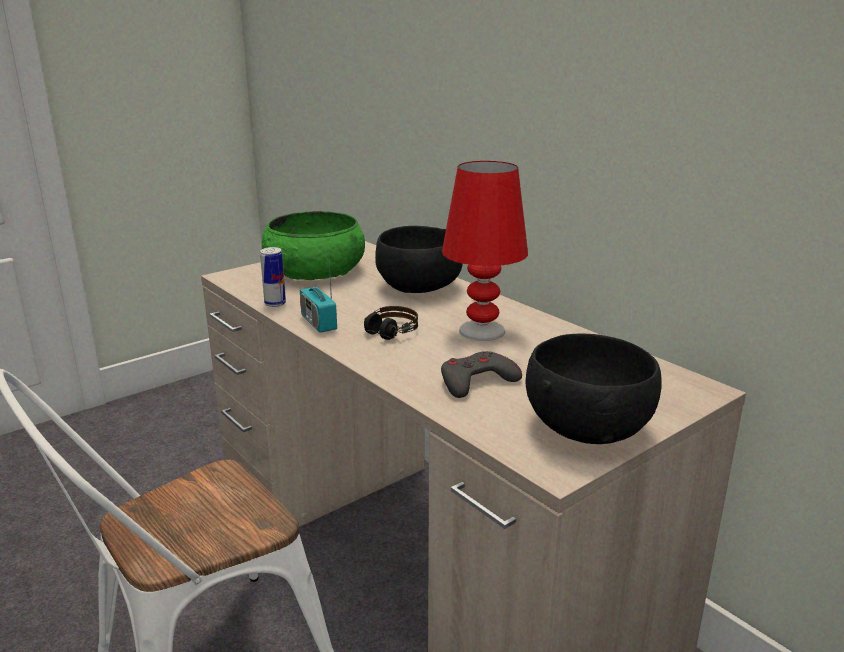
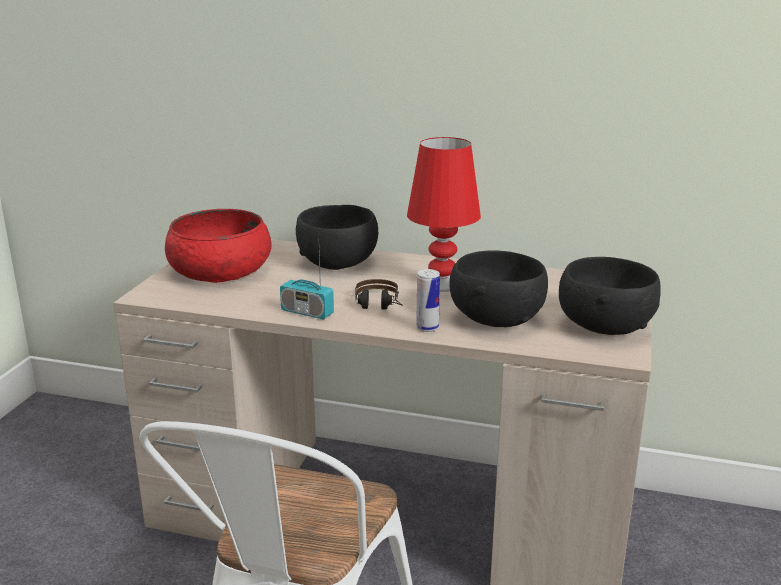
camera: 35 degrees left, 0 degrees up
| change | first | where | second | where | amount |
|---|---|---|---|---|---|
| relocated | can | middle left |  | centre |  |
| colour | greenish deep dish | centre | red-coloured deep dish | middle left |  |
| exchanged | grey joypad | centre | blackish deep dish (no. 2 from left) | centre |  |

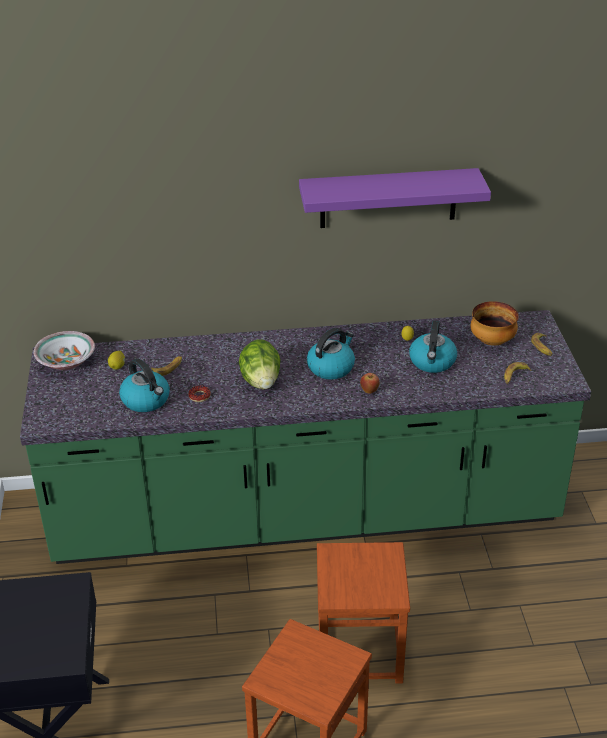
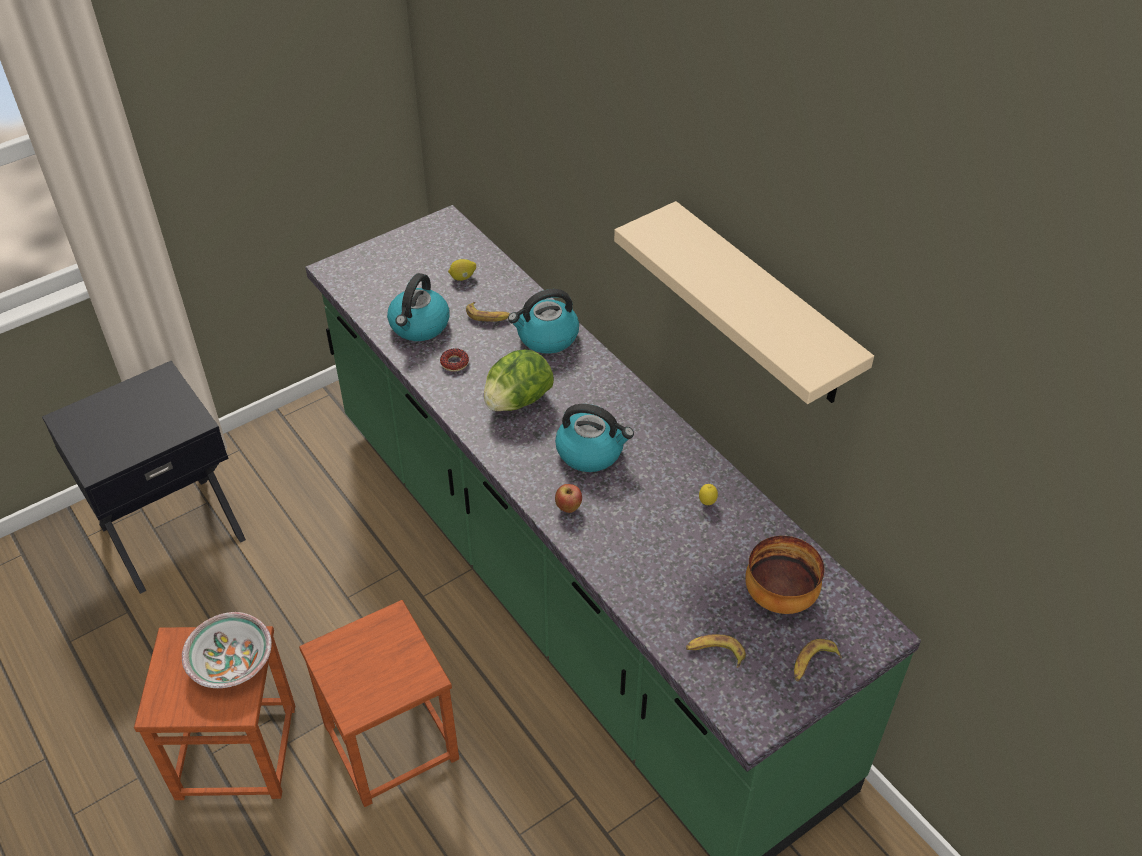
camera: 60 degrees right, 10 degrees up
| change | first | where | second | where | amount |
|---|---|---|---|---|---|
| relocated | deep dish (no. 1 from left) | middle left |  | bottom left |  |
| colour | purplish bracket shelf | top centre | beige bracket shelf | centre |  |
| relocated | kettle (no. 3 from left in the first image) | middle right | kettle (no. 2 from left) | centre |  |

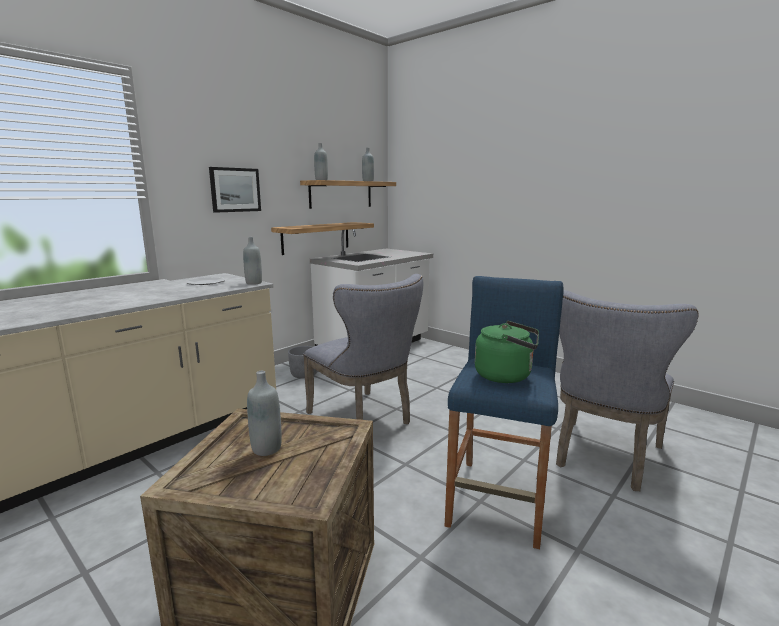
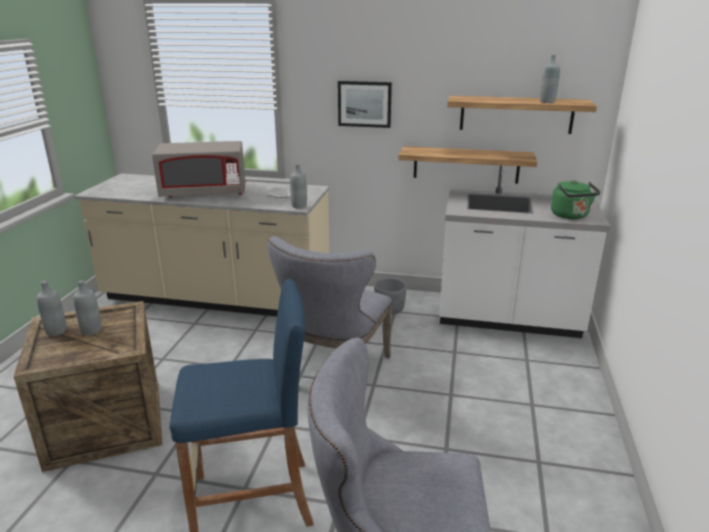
camera: 60 degrees right, 10 degrees up
| change | first | where | second | where | amount |
|---|---|---|---|---|---|
| relocated | grey drink bottle (no. 3 from left in the first image) | top centre | grey drink bottle (no. 1 from left) | middle left |  |
| relocated | greenish kettle | centre |  | middle right |  |
| appeared |  |  | grey kitchen microwave | top left |  |

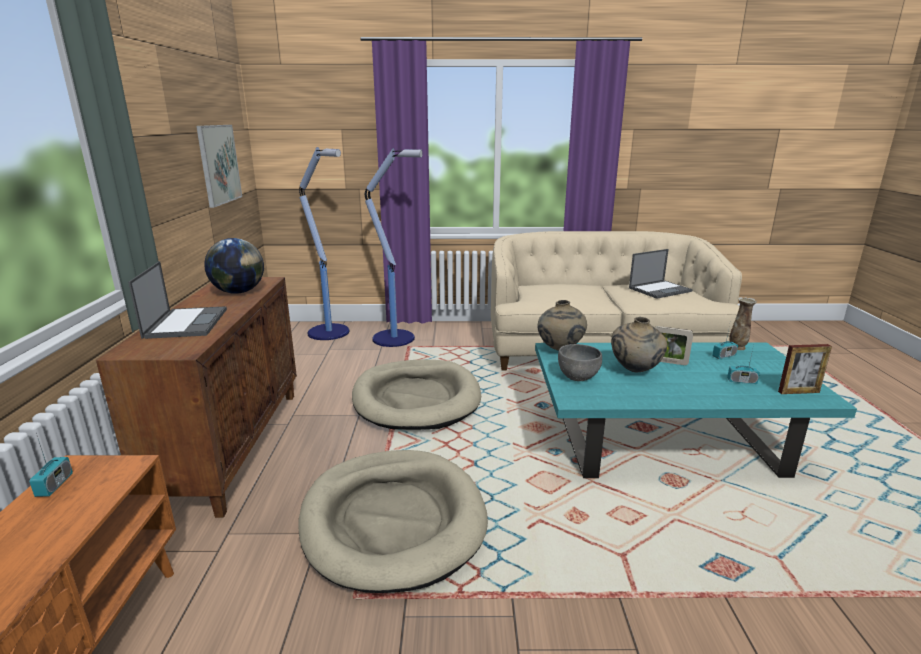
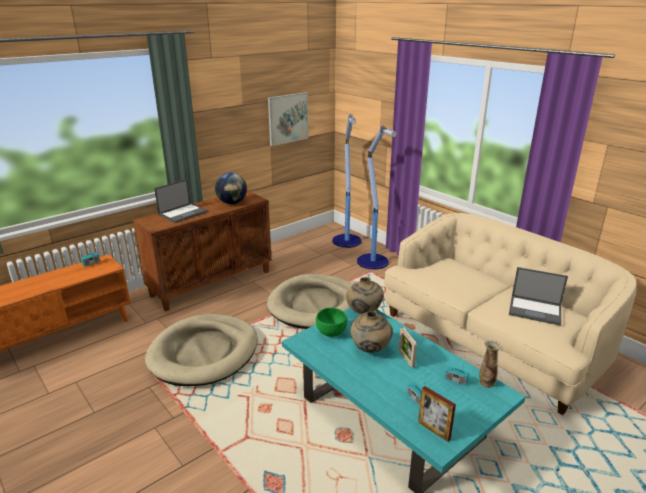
camera: 50 degrees right, 5 degrees up
| change | first | where | second | where | amount |
|---|---|---|---|---|---|
| colour | grey deep dish | centre | greenish deep dish | centre |  |

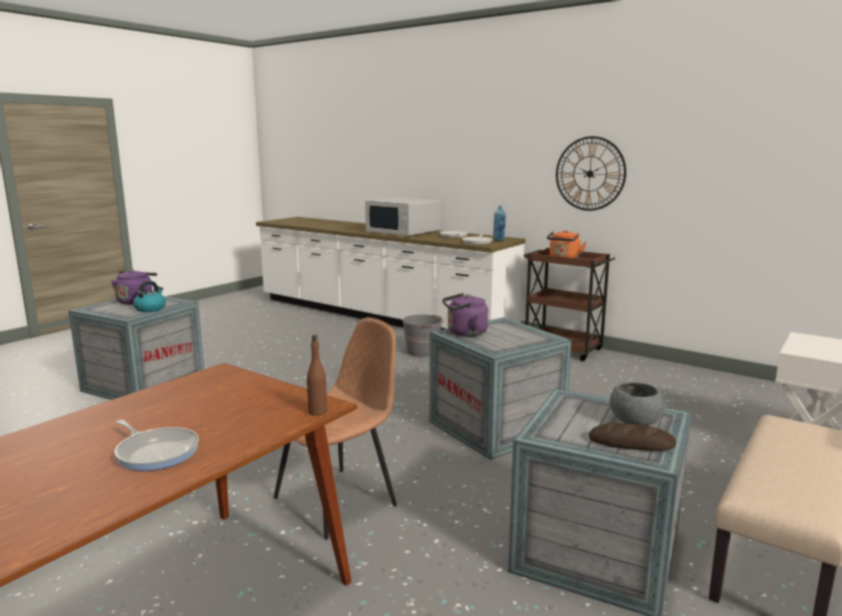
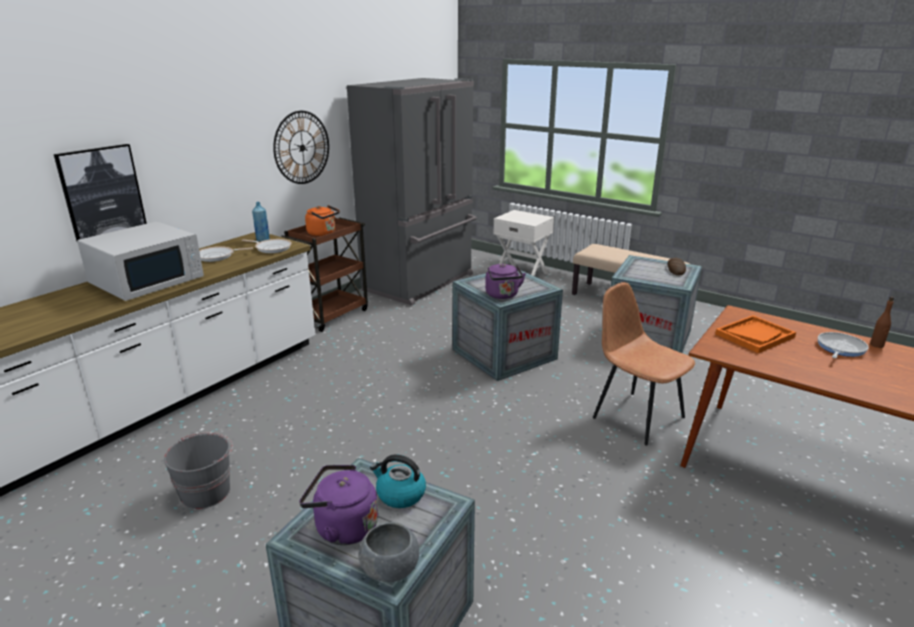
camera: 90 degrees left, 10 degrees up
| change | first | where | second | where | amount |
|---|---|---|---|---|---|
| relocated | brownish drink bottle | centre |  | middle right |  |
| relocated | grey pail | centre |  | bottom left |  |
| relocated | grey deep dish | middle right |  | bottom centre |  |
| appeared |  |  | wall picture | top left |  |
| appeared |  |  | grey fridge | top centre |  |
| appeared |  |  | orange carrying tray | middle right |  |

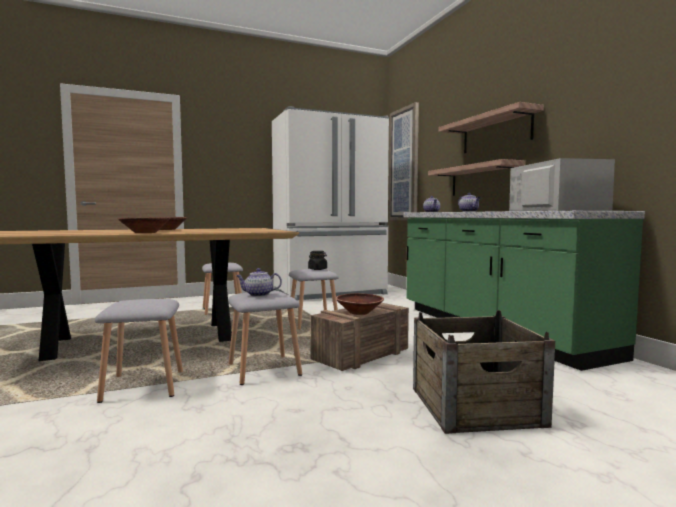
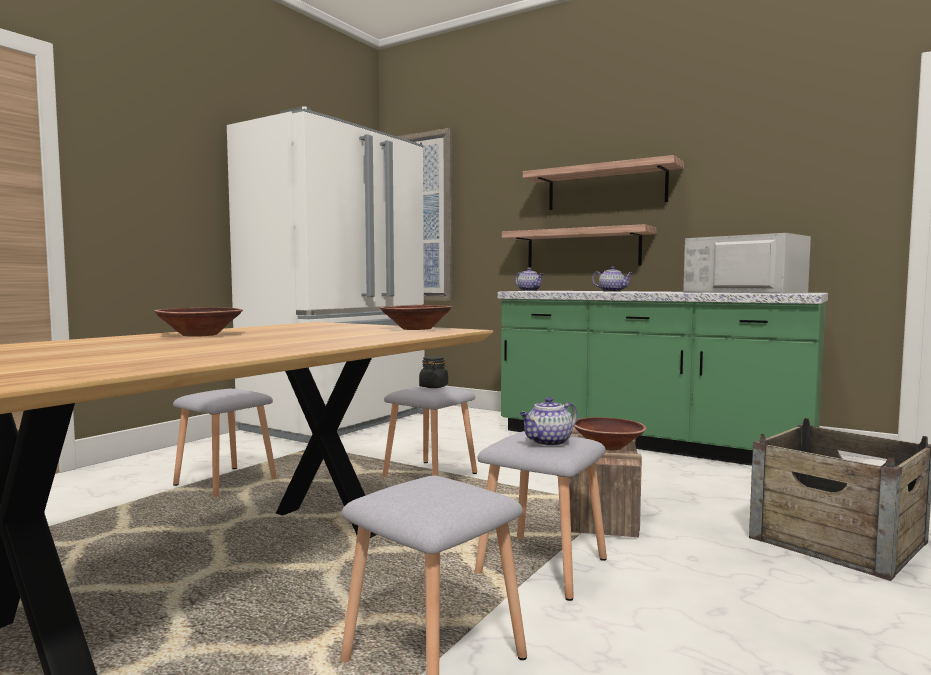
camera: 35 degrees left, 0 degrees up
| change | first | where | second | where | amount |
|---|---|---|---|---|---|
| relocated | brownish deep dish (no. 1 from left in the first image) | middle left | brownish deep dish (no. 2 from left) | centre |  |

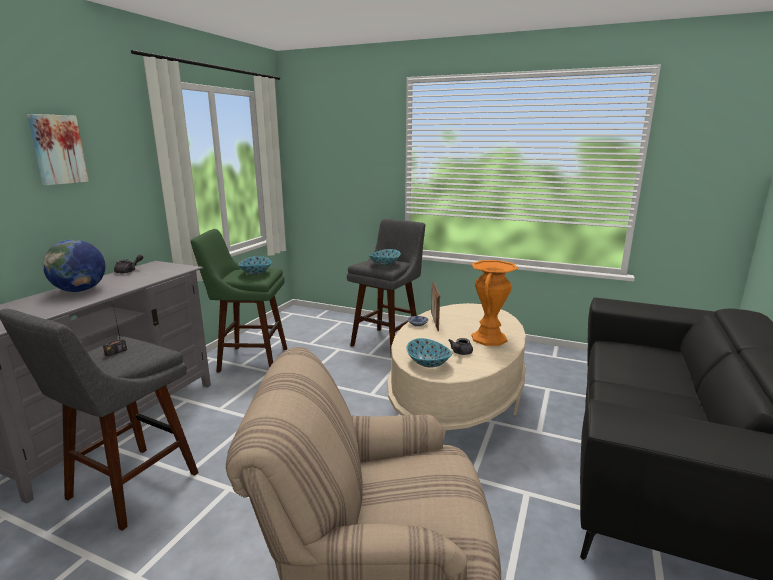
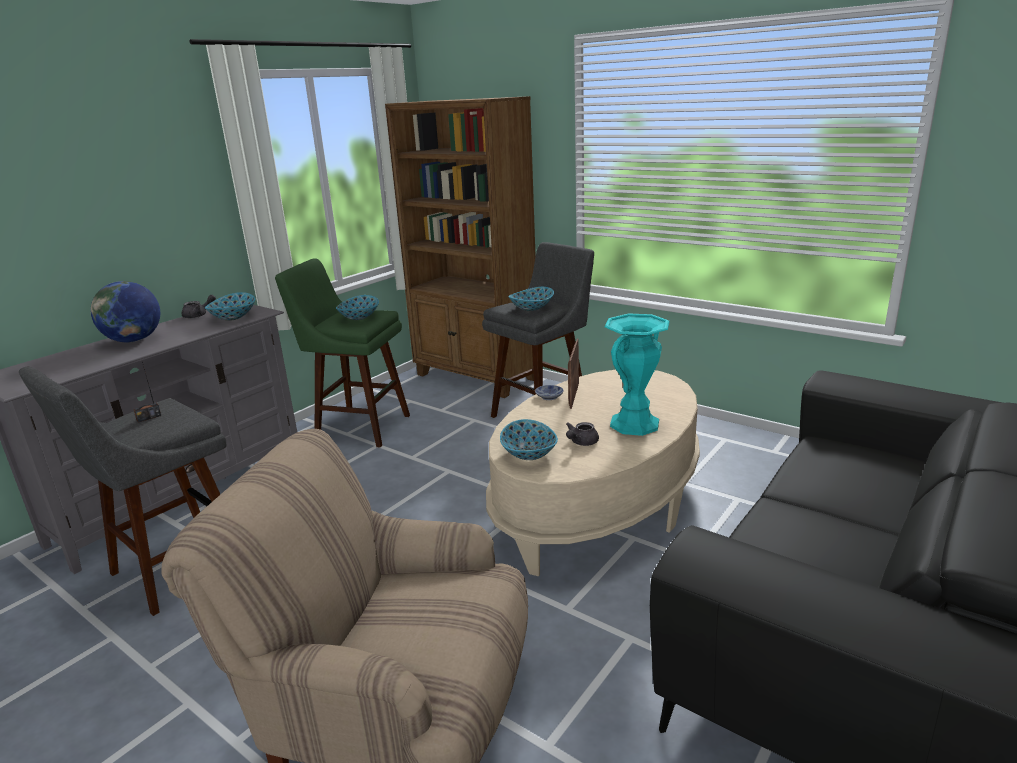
camera: 15 degrees right, 5 degrees up
| change | first | where | second | where | amount |
|---|---|---|---|---|---|
| missing | wall picture | top left |  |  |  |
| colour | orange decorative vase | centre | turquoise decorative vase | centre |  |
| appeared |  |  | deep dish (no. 1 from left) | middle left |  |
| appeared |  |  | brownish shelving unit | top centre |  |

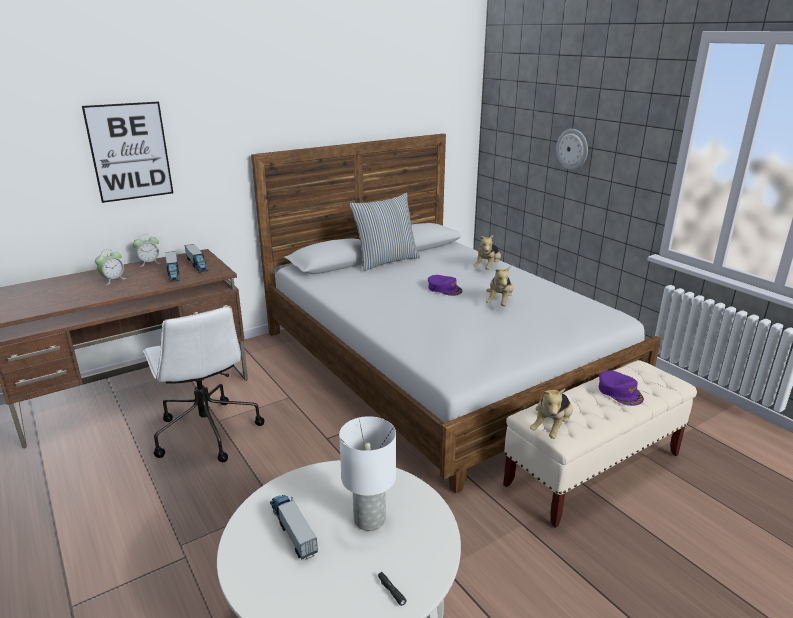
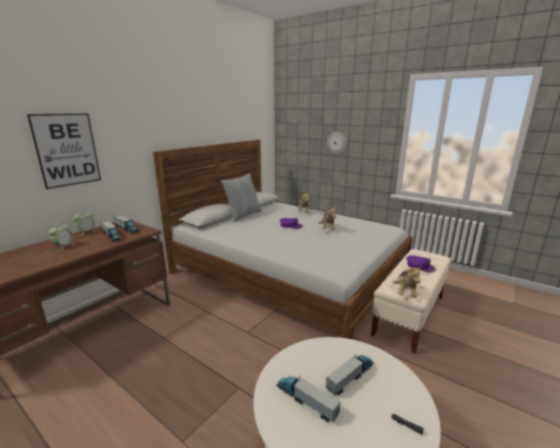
camera: 20 degrees left, 5 degrees down
| change | first | where | second | where | amount |
|---|---|---|---|---|---|
| missing | whitish office chair | middle left |  |  |  |
| exchanged | whitish tabletop lamp | bottom centre | toy lorry (no. 4 from left) | bottom centre |  |

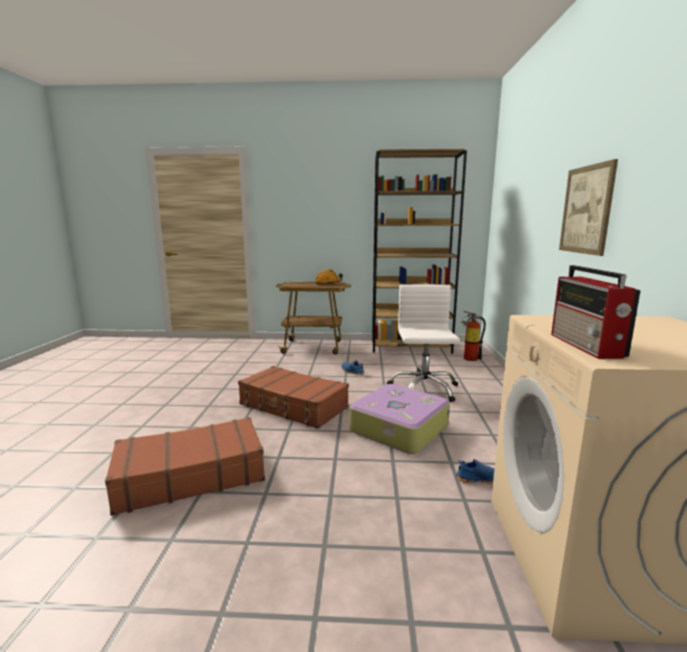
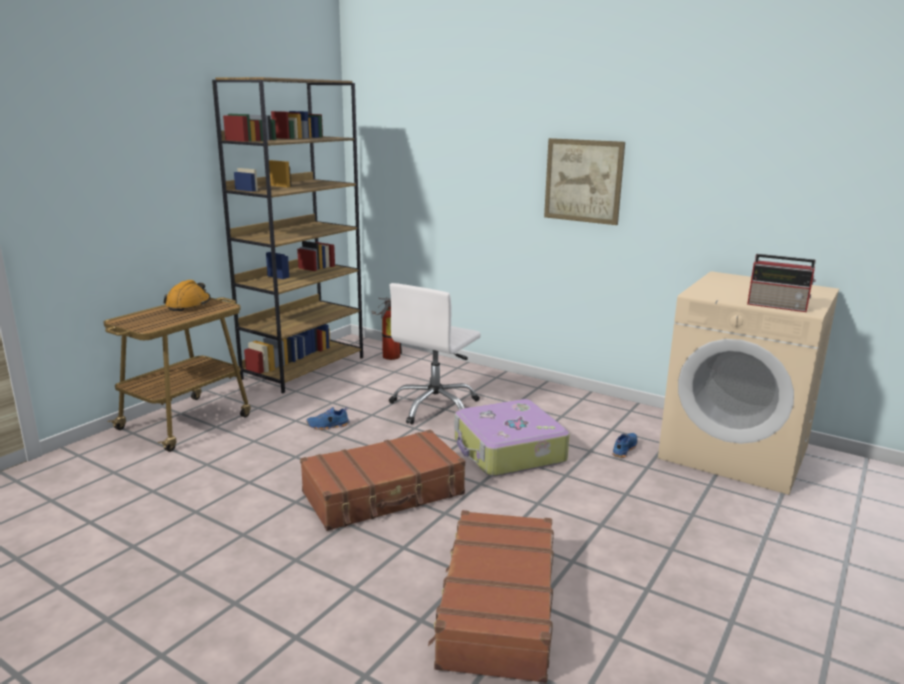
camera: 60 degrees left, 5 degrees up
| change | first | where | second | where | amount |
|---|---|---|---|---|---|
| spun | whitish office chair | centre |  | centre | 90 degrees counterclockwise |

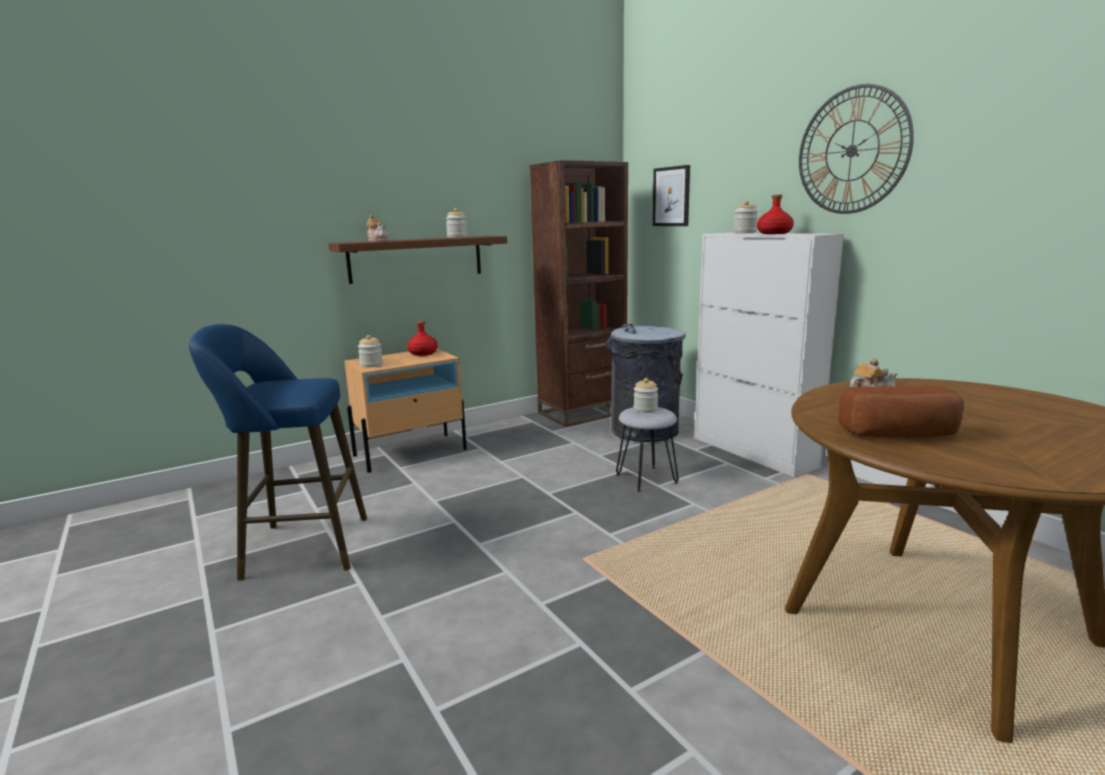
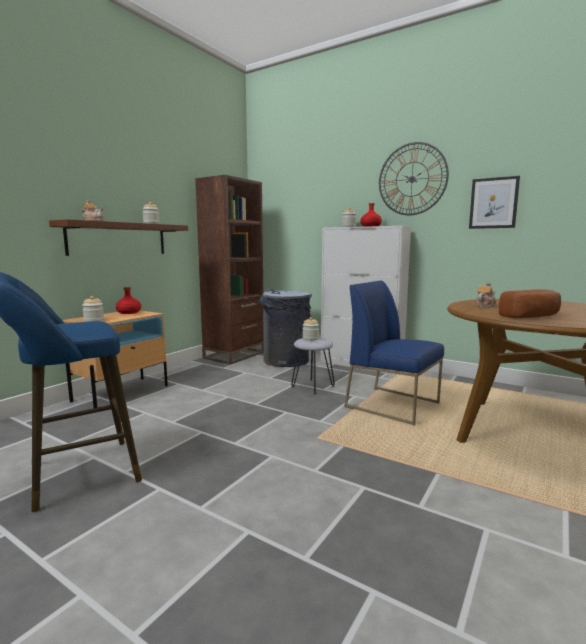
camera: 25 degrees left, 5 degrees down
| change | first | where | second | where | amount |
|---|---|---|---|---|---|
| relocated | wall picture | top centre |  | top right |  |
| appeared |  |  | bluish chair | middle right |  |

